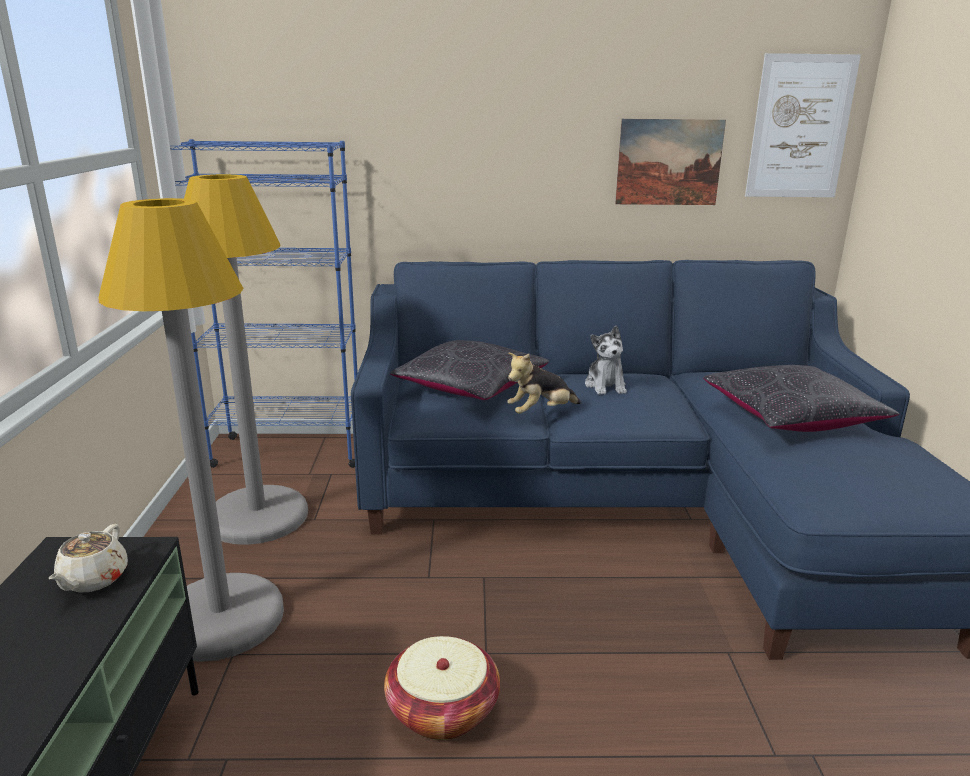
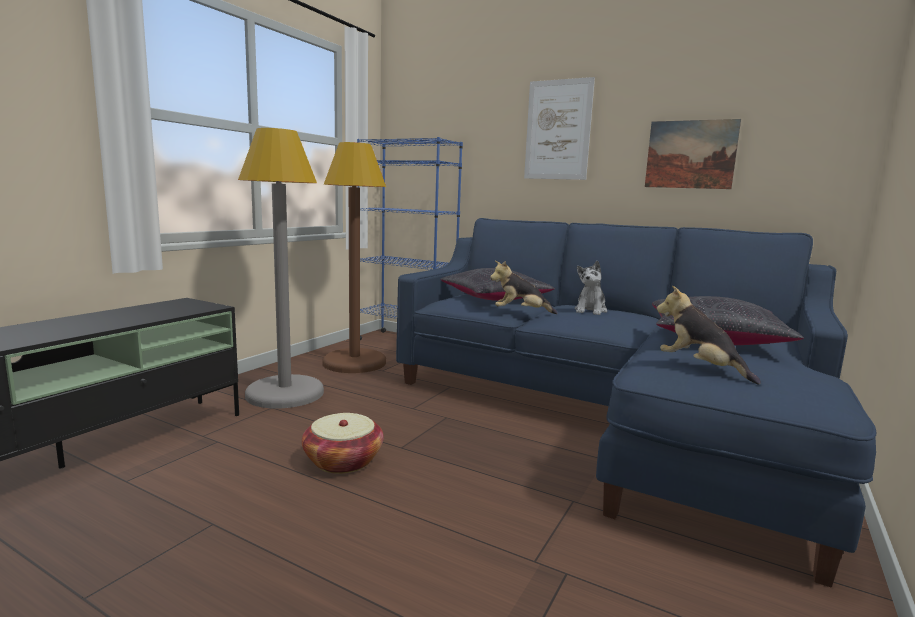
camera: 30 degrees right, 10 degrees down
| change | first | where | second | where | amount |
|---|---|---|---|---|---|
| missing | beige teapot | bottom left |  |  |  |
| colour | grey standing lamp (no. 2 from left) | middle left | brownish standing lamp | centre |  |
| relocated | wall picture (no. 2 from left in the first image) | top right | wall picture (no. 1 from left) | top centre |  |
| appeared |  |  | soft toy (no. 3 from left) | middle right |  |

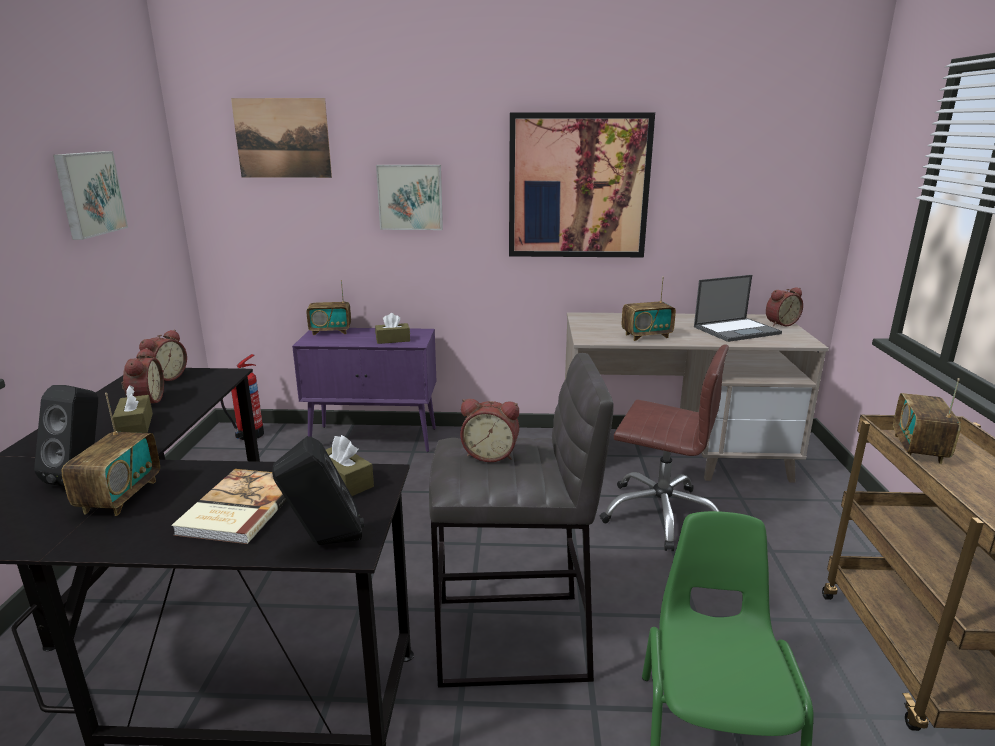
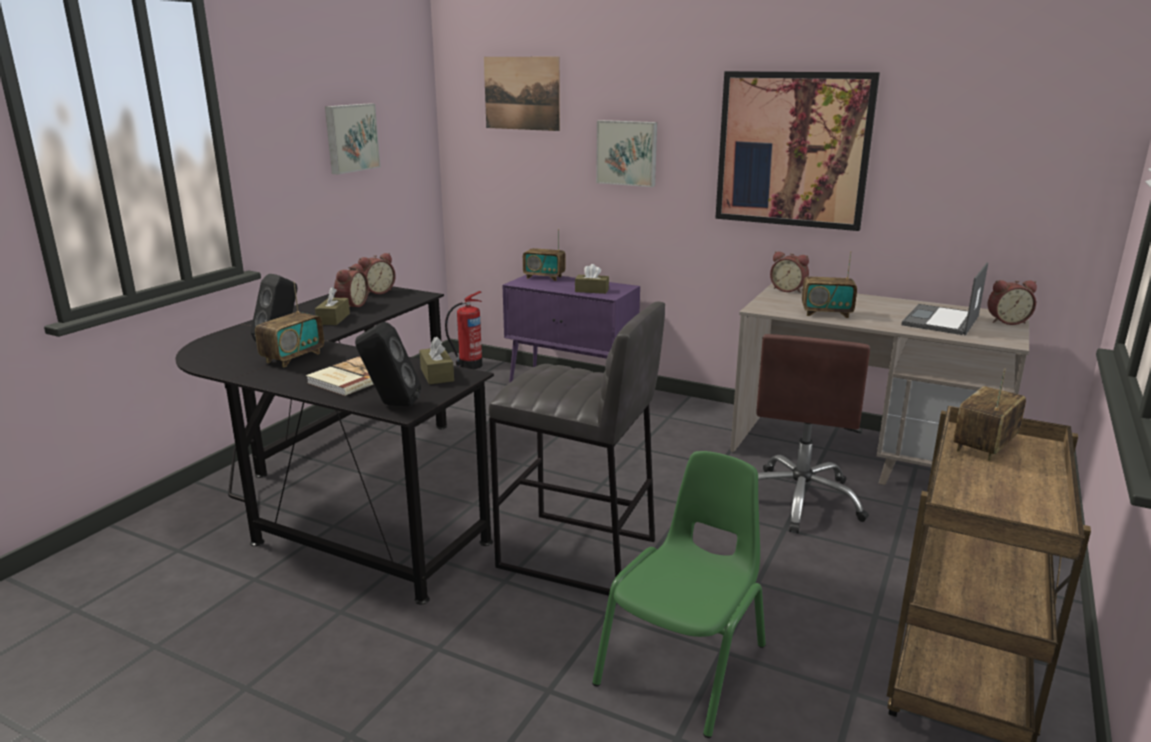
camera: 25 degrees right, 0 degrees up
| change | first | where | second | where | amount |
|---|---|---|---|---|---|
| relocated | table clock (no. 3 from left) | centre |  | middle right |  |
| spun | brownish office chair | middle right |  | middle right | 60 degrees clockwise |
| spun | laptop | middle right |  | middle right | 120 degrees clockwise |

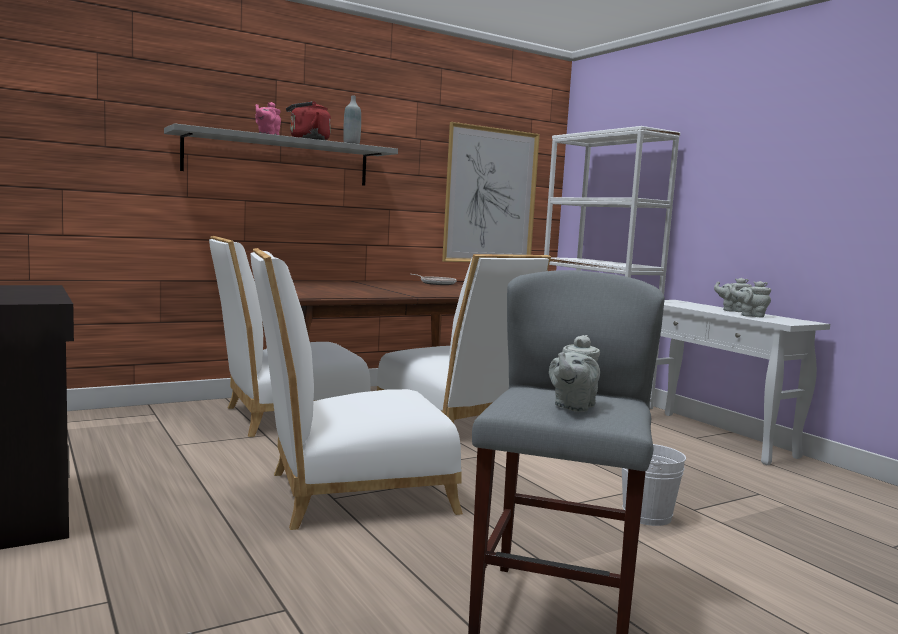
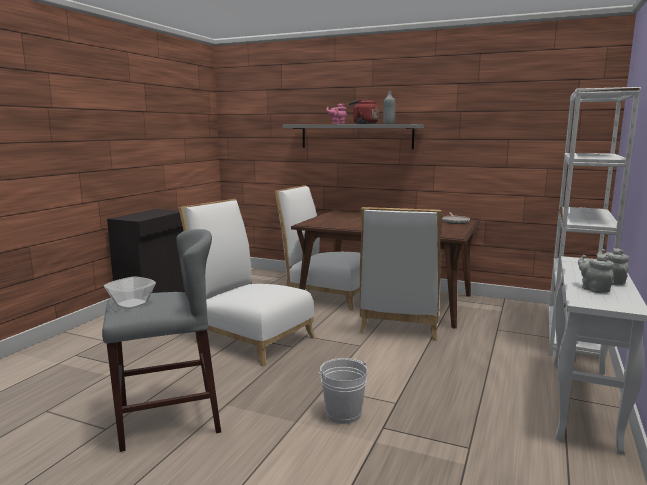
camera: 55 degrees right, 5 degrees up
| change | first | where | second | where | amount |
|---|---|---|---|---|---|
| missing | wall picture | top centre |  |  |  |
| exchanged | grey teapot (no. 1 from left) | centre | deep dish | middle left |  |

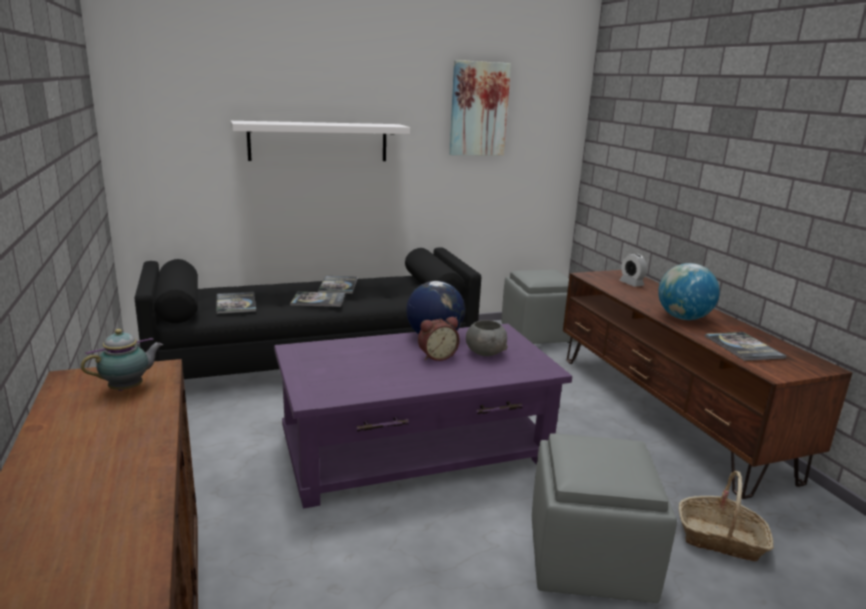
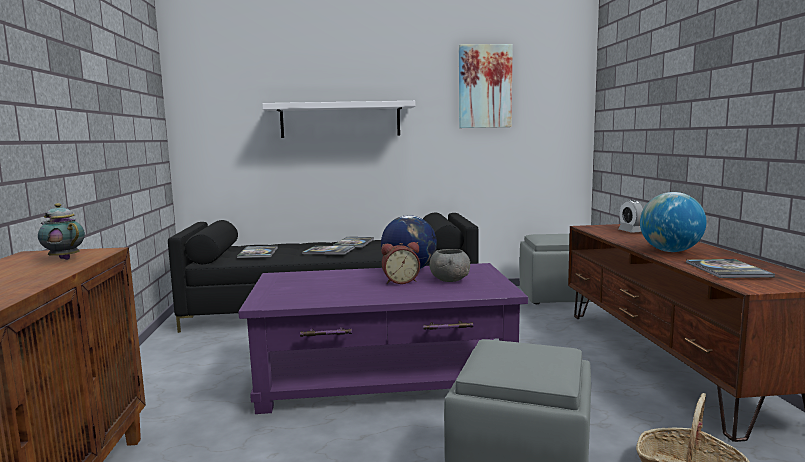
camera: 15 degrees right, 10 degrees down
| change | first | where | second | where | amount |
|---|---|---|---|---|---|
| spun | teapot | middle left |  | middle left | 120 degrees counterclockwise |

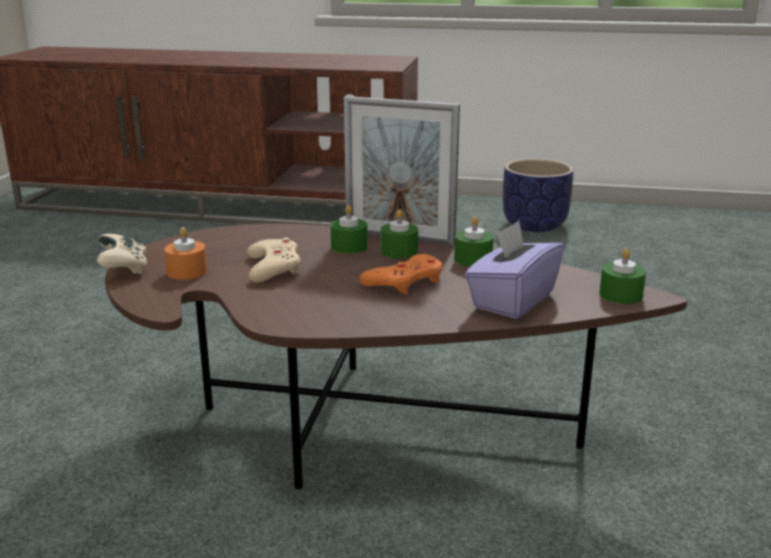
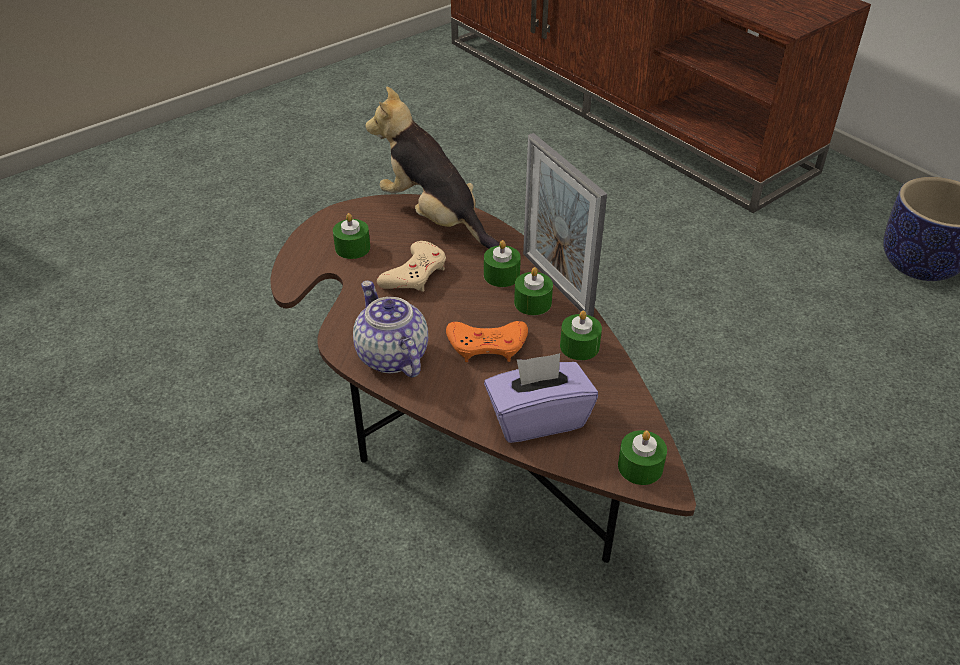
camera: 40 degrees right, 20 degrees up
| change | first | where | second | where | amount |
|---|---|---|---|---|---|
| missing | beige joypad (no. 1 from left) | middle left |  |  |  |
| colour | orange wax candle | middle left | greenish wax candle (no. 1 from left) | centre |  |
| appeared |  |  | teapot | centre |  |
| appeared |  |  | soft toy | top centre |  |

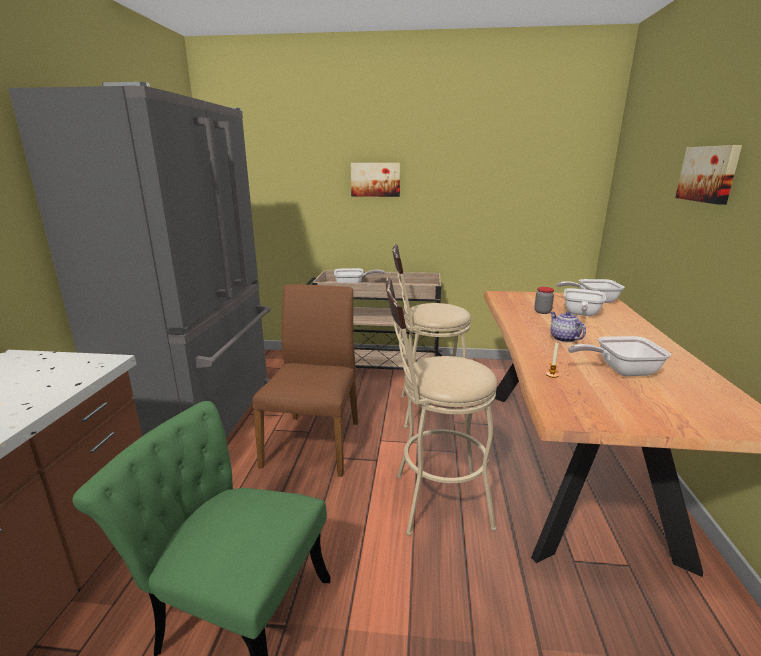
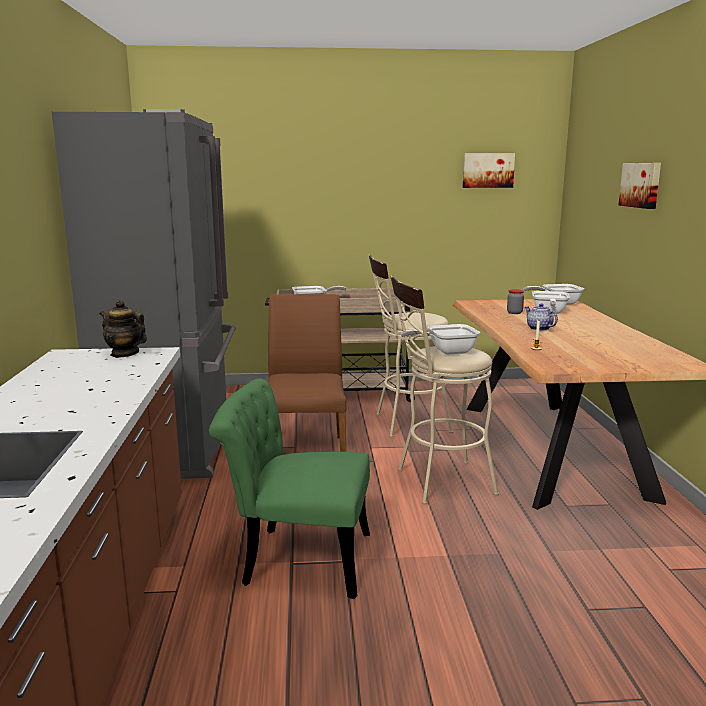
camera: 10 degrees left, 5 degrees down
| change | first | where | second | where | amount |
|---|---|---|---|---|---|
| relocated | wall picture (no. 1 from left) | top centre |  | top right |  |
| relocated | frying pan (no. 4 from left in the first image) | middle right | frying pan (no. 2 from left) | centre |  |
| appeared |  |  | teapot (no. 1 from left) | middle left |  |

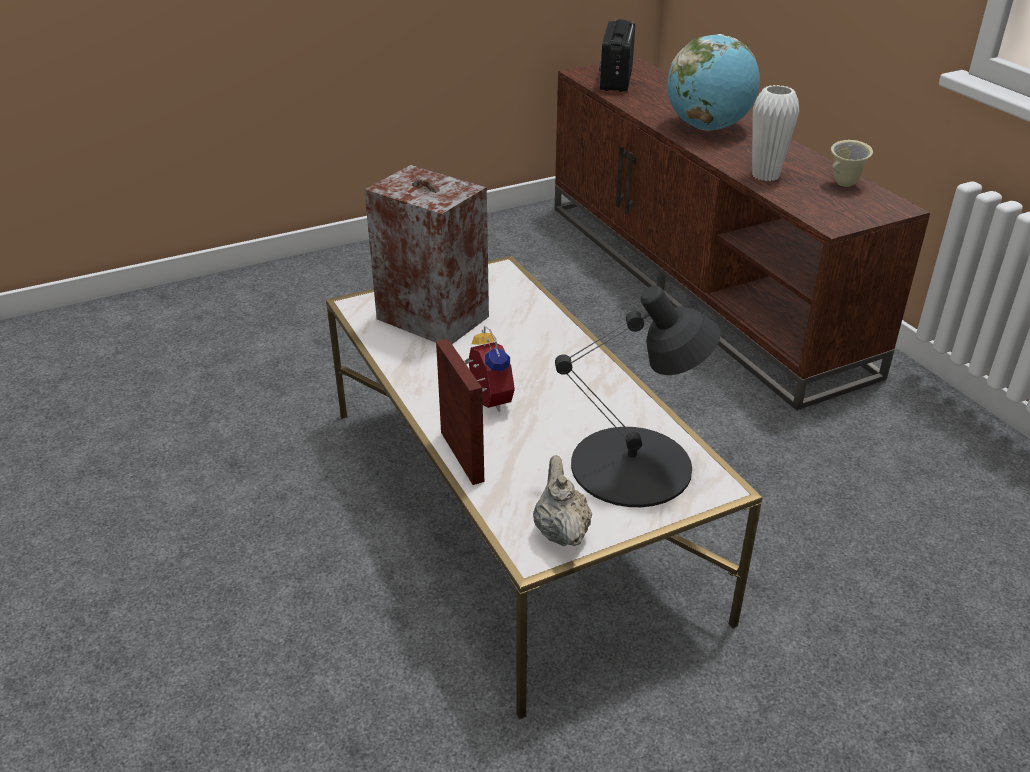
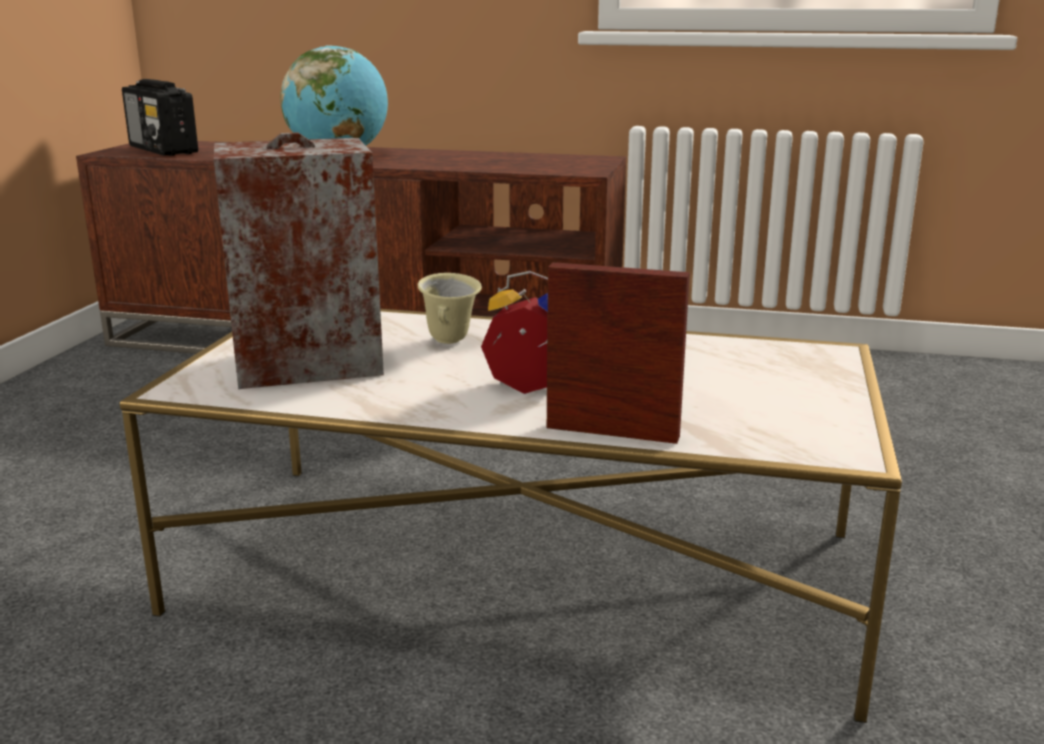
camera: 50 degrees left, 15 degrees down
| change | first | where | second | where | amount |
|---|---|---|---|---|---|
| missing | beige teapot | centre |  |  |  |
| missing | blackish tabletop lamp | centre |  |  |  |
| missing | whitish decorative vase | top right |  |  |  |
| relocated | beige tea mug | top right |  | centre |  |

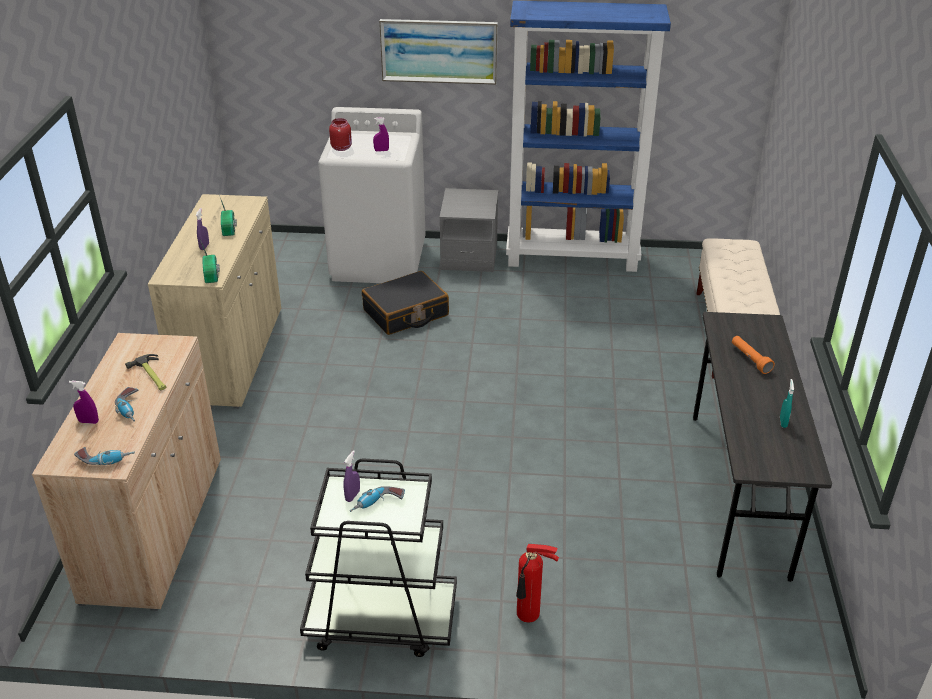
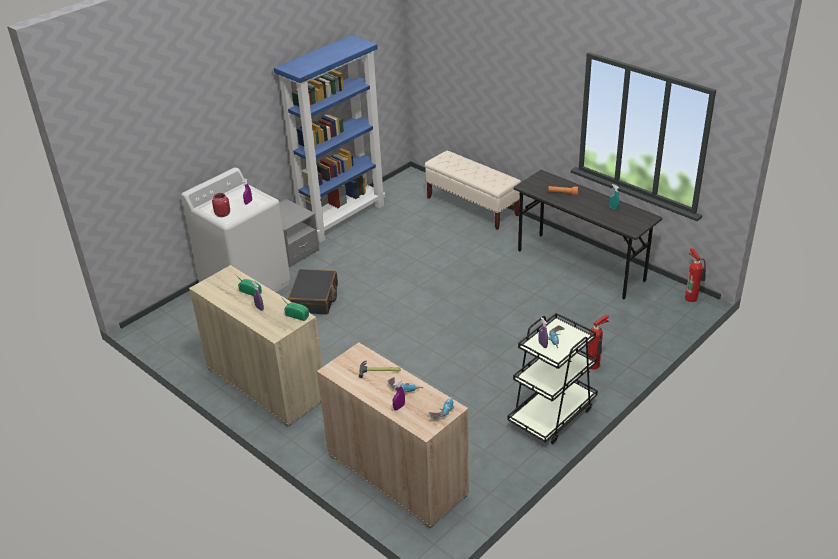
camera: 50 degrees left, 0 degrees up
| change | first | where | second | where | amount |
|---|---|---|---|---|---|
| missing | wall picture | top centre |  |  |  |
| appeared |  |  | extinguisher (no. 2 from left) | middle right |  |

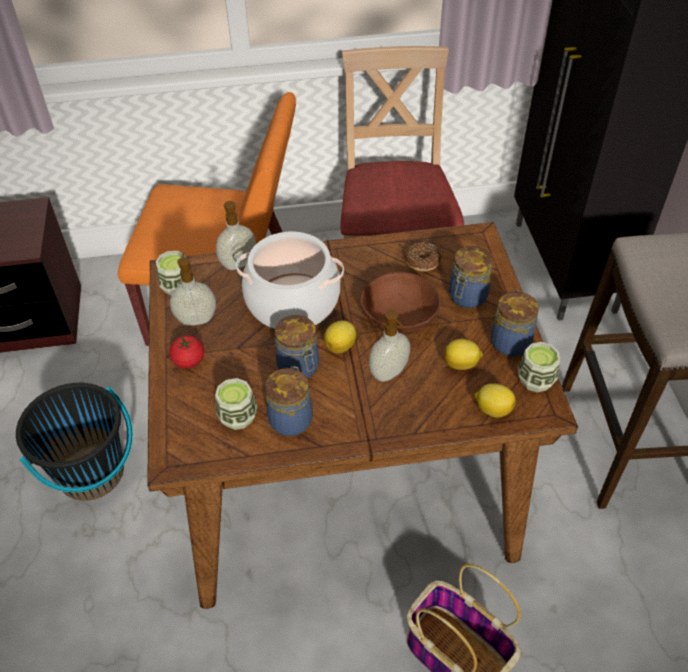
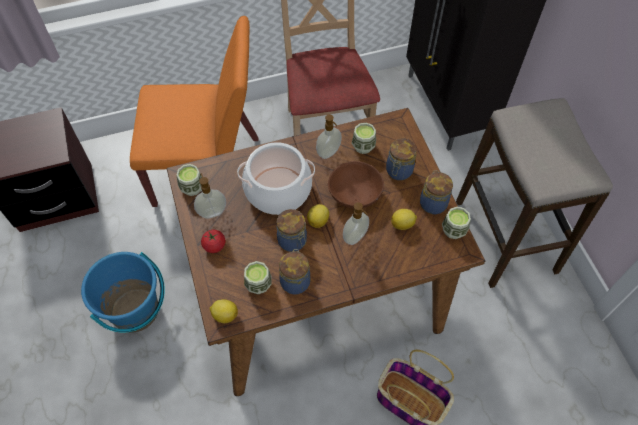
camera: 10 degrees left, 10 degrees up
| change | first | where | second | where | amount |
|---|---|---|---|---|---|
| colour | blackish pail | middle left | bluish pail | bottom left |  |
| relocated | soap dispenser (no. 2 from left) | centre |  | top centre |  |
| exchanged | donut | centre | cup (no. 3 from left) | top centre |  |
| relocated | lemon (no. 3 from left in the first image) | middle right | lemon (no. 1 from left) | bottom centre |  |

